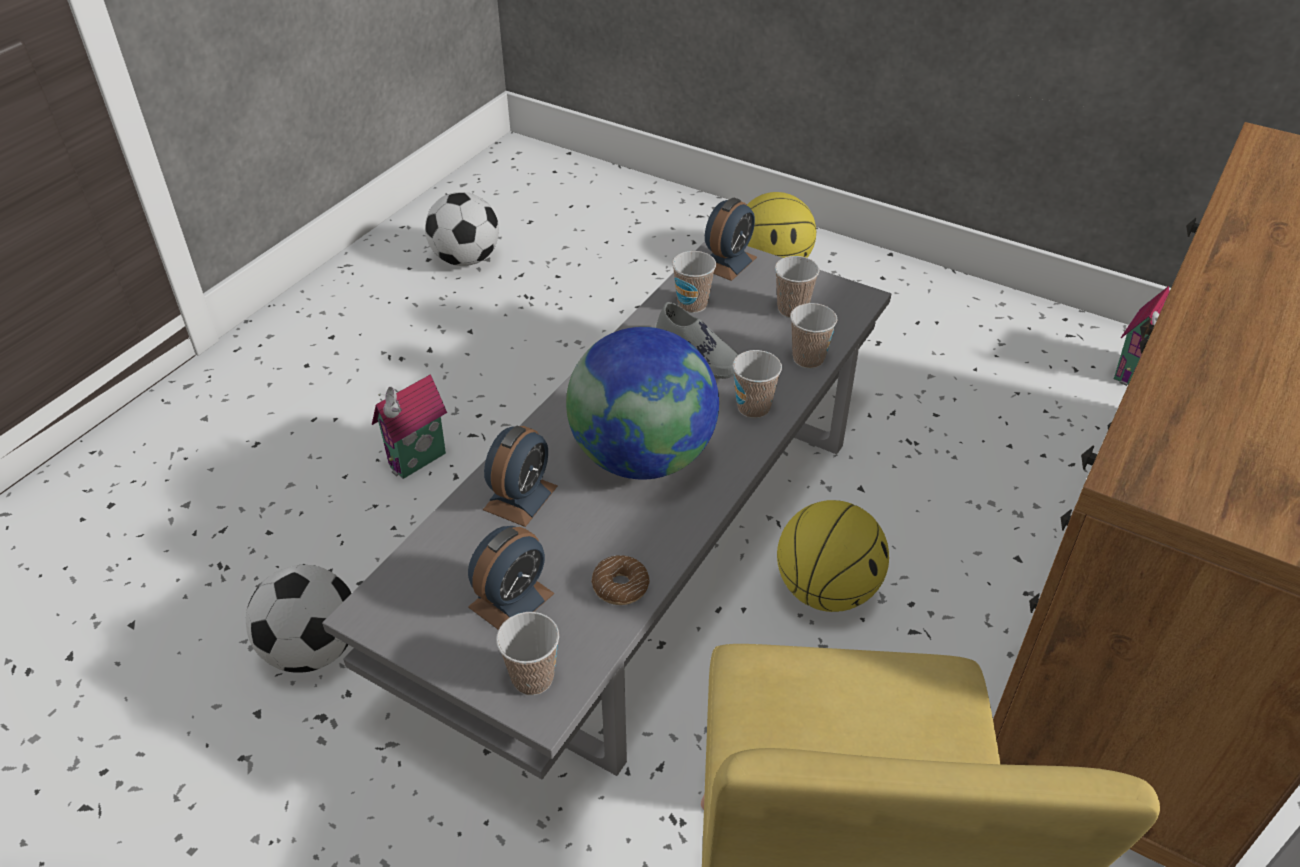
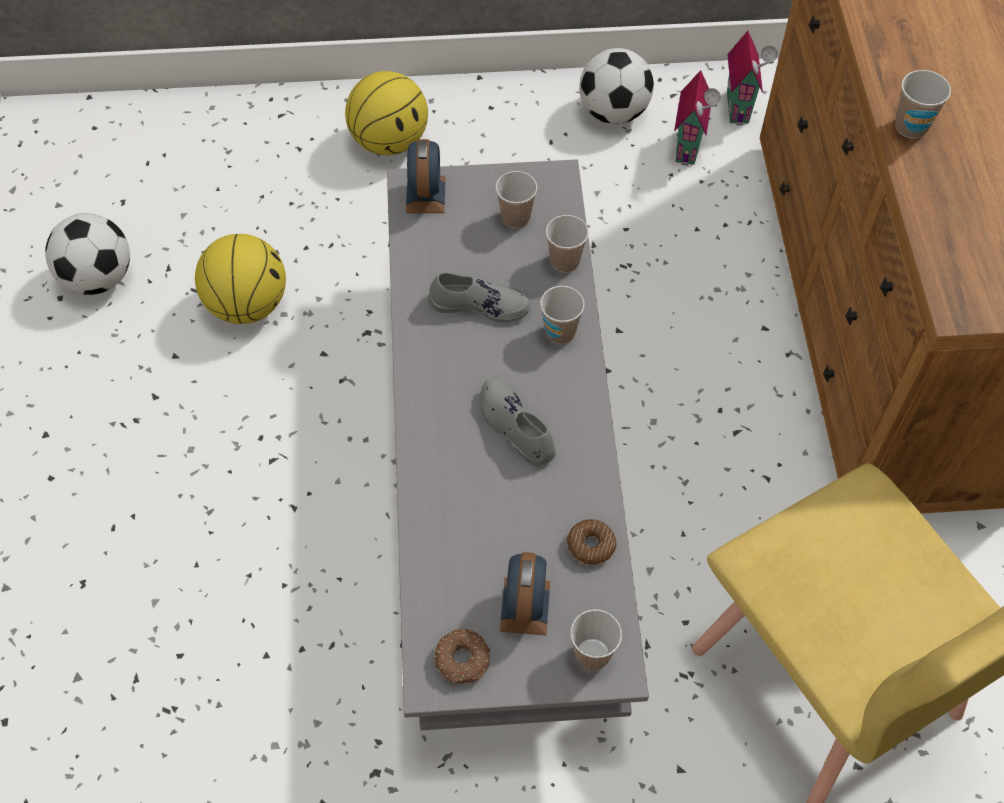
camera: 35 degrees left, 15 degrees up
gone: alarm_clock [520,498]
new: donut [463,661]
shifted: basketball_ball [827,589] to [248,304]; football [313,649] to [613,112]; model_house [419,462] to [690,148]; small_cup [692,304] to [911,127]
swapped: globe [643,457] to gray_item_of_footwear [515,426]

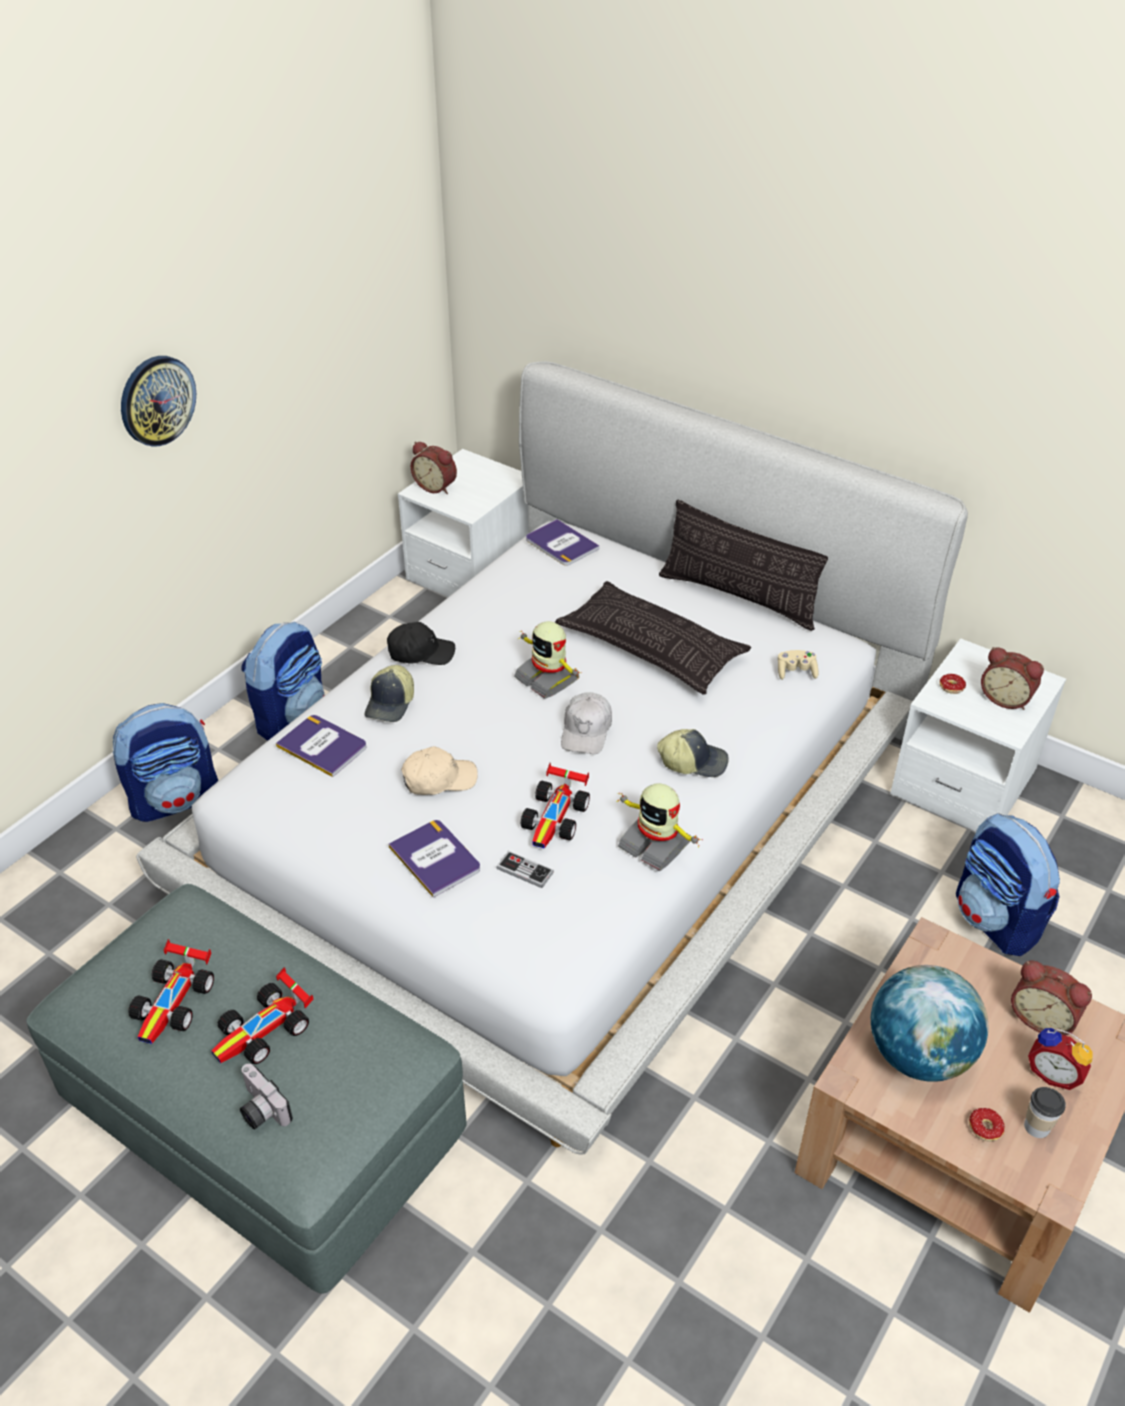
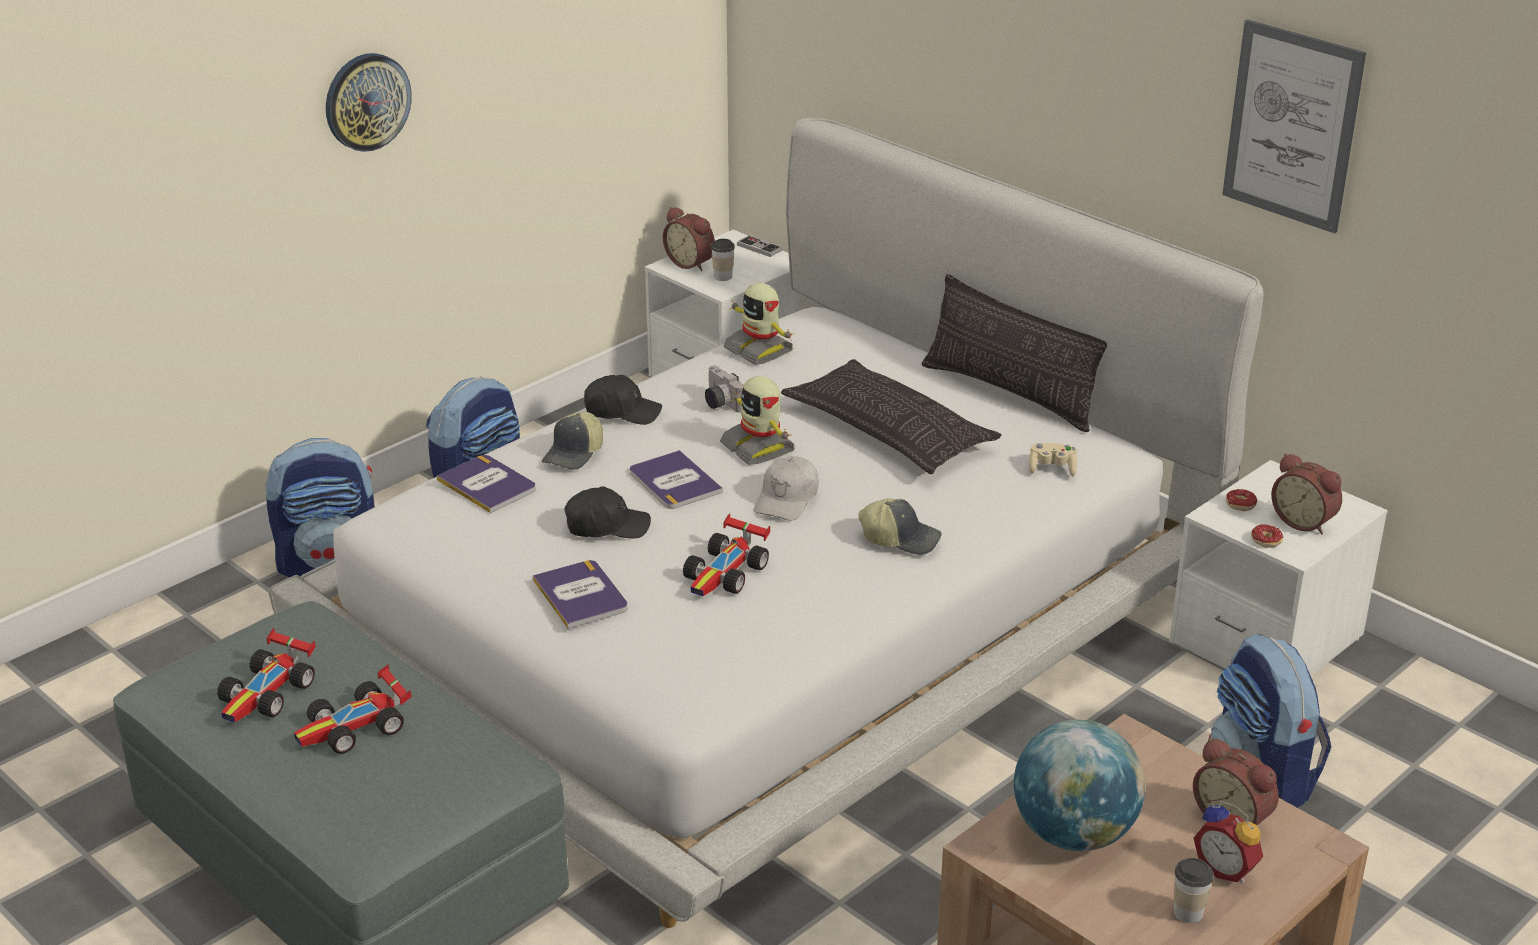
camera: 10 degrees right, 10 degrees down
new: small_cup [723,277]; picture [1292,126]
shifted: bound_book [561,544] to [674,482]; photo_camera [260,1110] to [719,403]; robot_figure [655,844] to [759,350]; joypad [525,871] to [759,248]; donut [980,1130] to [1261,542]
repainted: beige-coloured_cap [439,779] to blackish_cap [606,526]

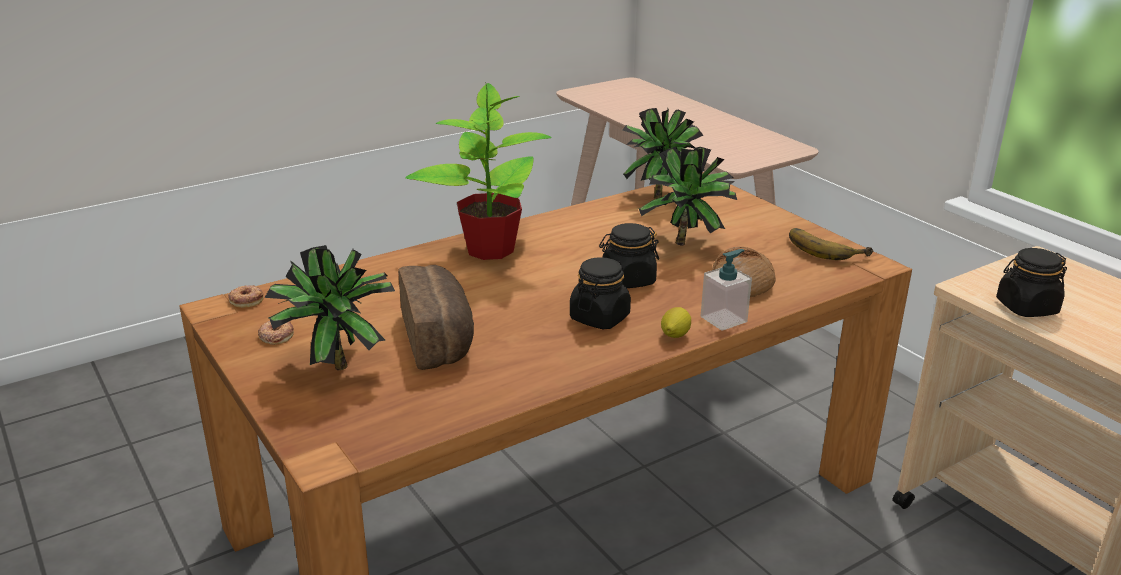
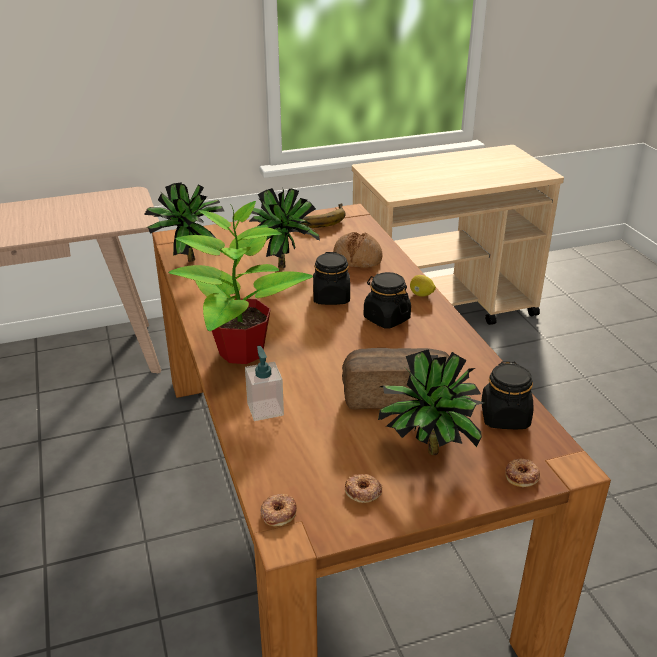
camera: 75 degrees left, 5 degrees up
new: donut [522,476]
shifted: soap_bottle [724,319] to [265,409]; blackish_preserve_jar [1026,307] to [505,417]

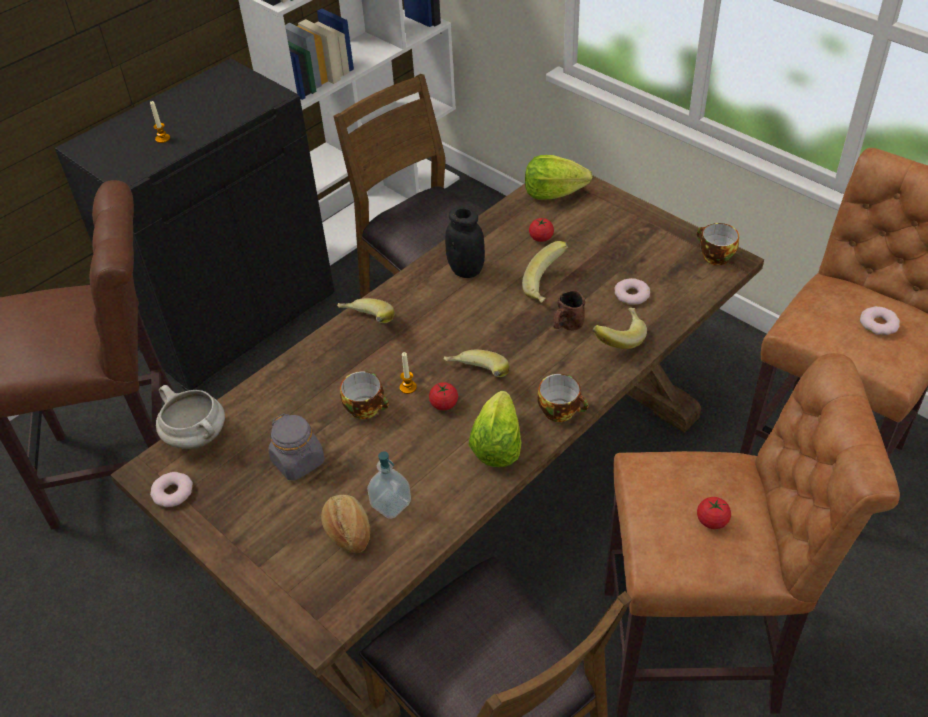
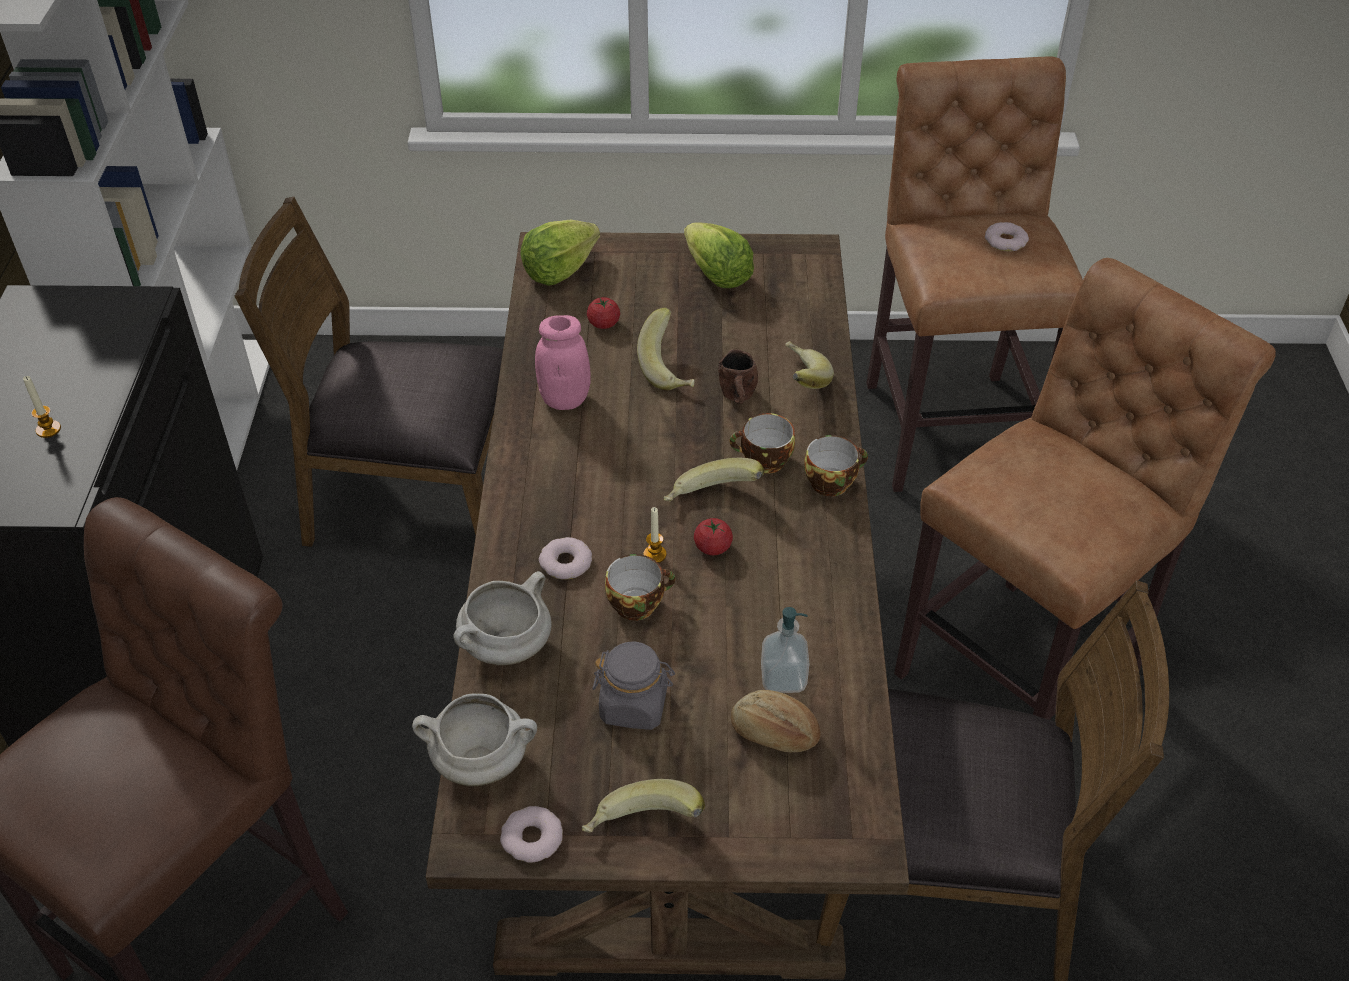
camera: 45 degrees left, 0 degrees up
gone: fresh_tomato [712,521]
new: white_saucepot [506,647]
shifted: donut [631,295] to [565,563]; banana_fruit [366,324] to [642,830]; lettuce_head [497,445] to [716,275]; small_cup [714,256] to [763,461]
repainted: blackish_preserve_jar [466,270] to pinkish_preserve_jar [565,399]

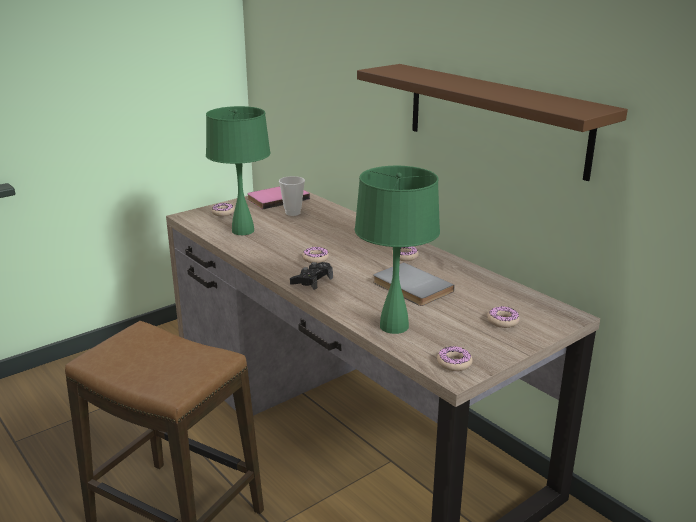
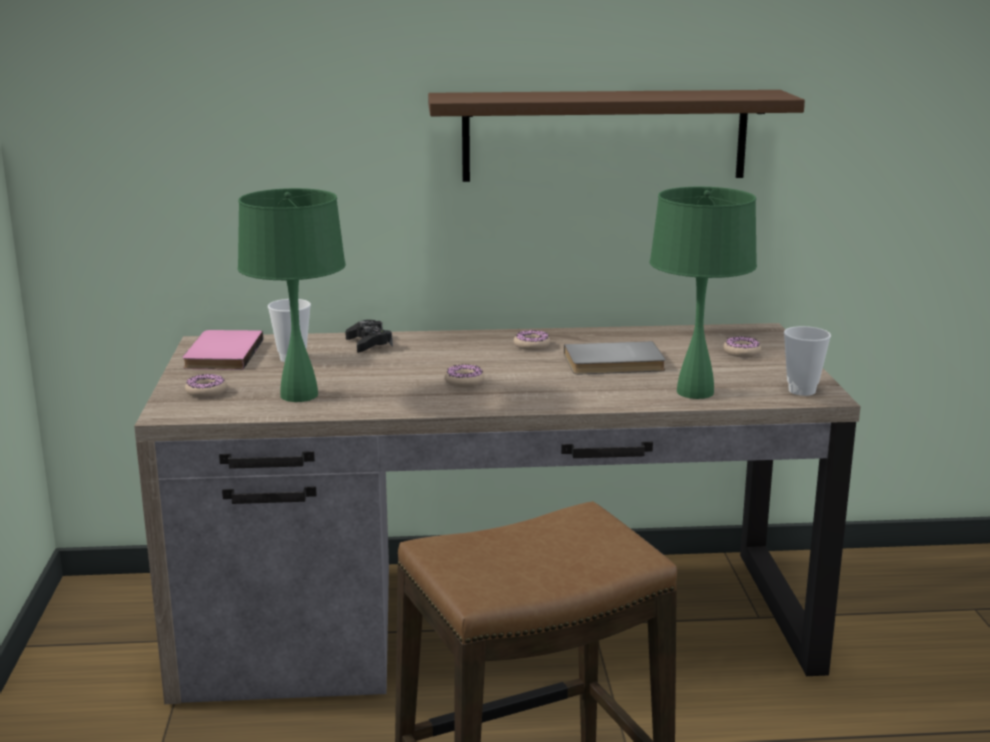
camera: 55 degrees left, 5 degrees down
shifted: blackish_joypad [312,281] to [369,343]
swapped: donut [454,363] to small_cup [802,391]

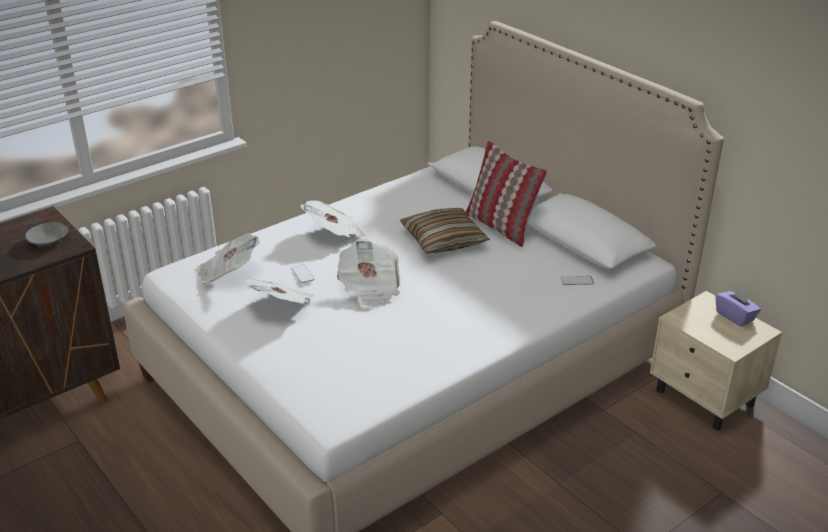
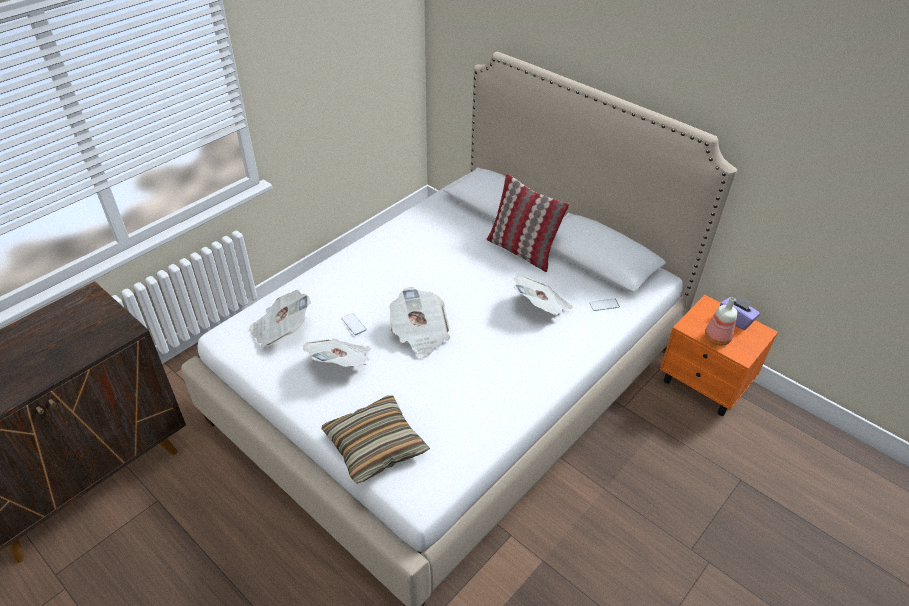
camera: 10 degrees left, 10 degrees up
gone: gray_bowl [49,241]
new: beverage_bottle [716,338]
shifted: cushion [443,240] to [375,446]; printed_paper [334,234] to [541,307]
repainted: beige-coloured_night_table [705,398] to orange_night_table [705,384]

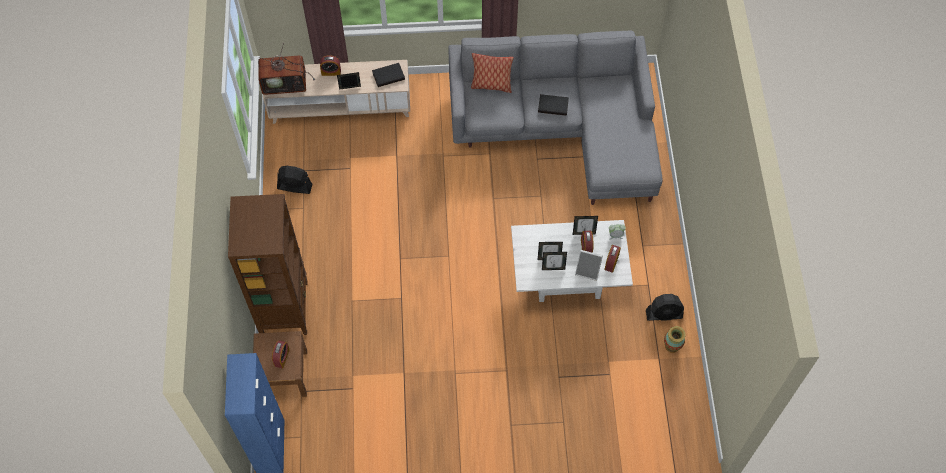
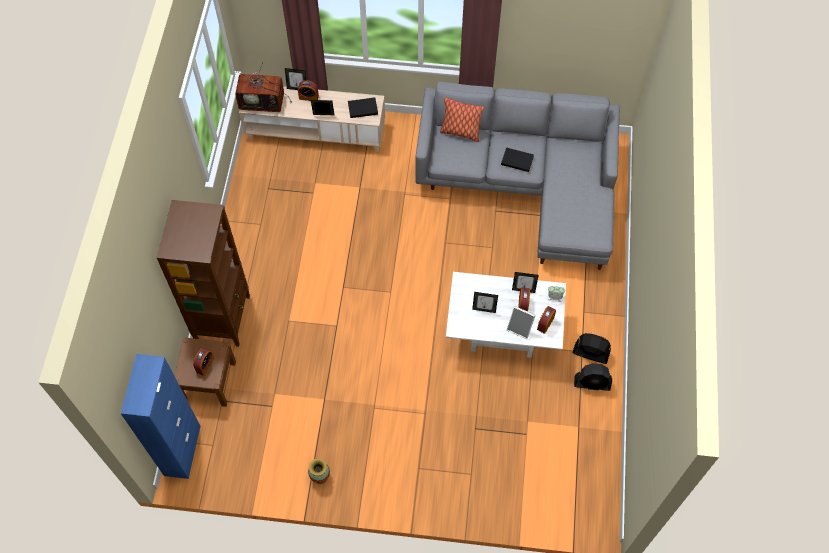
camera: 10 degrees right, 0 degrees up
shifted: standing_frame [553,268] to [297,88]; flower_vase [672,346] to [320,476]; blackish_fan [294,186] to [590,353]

